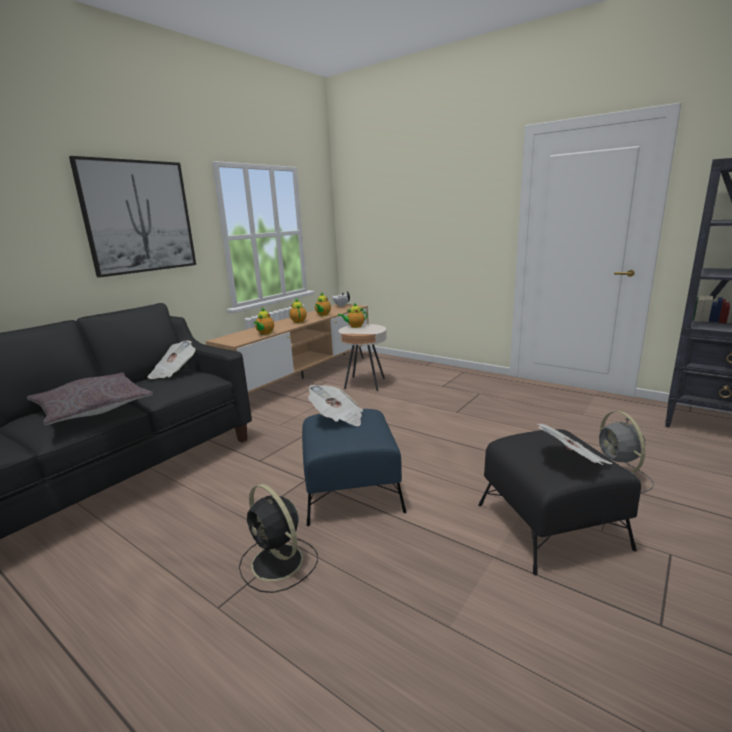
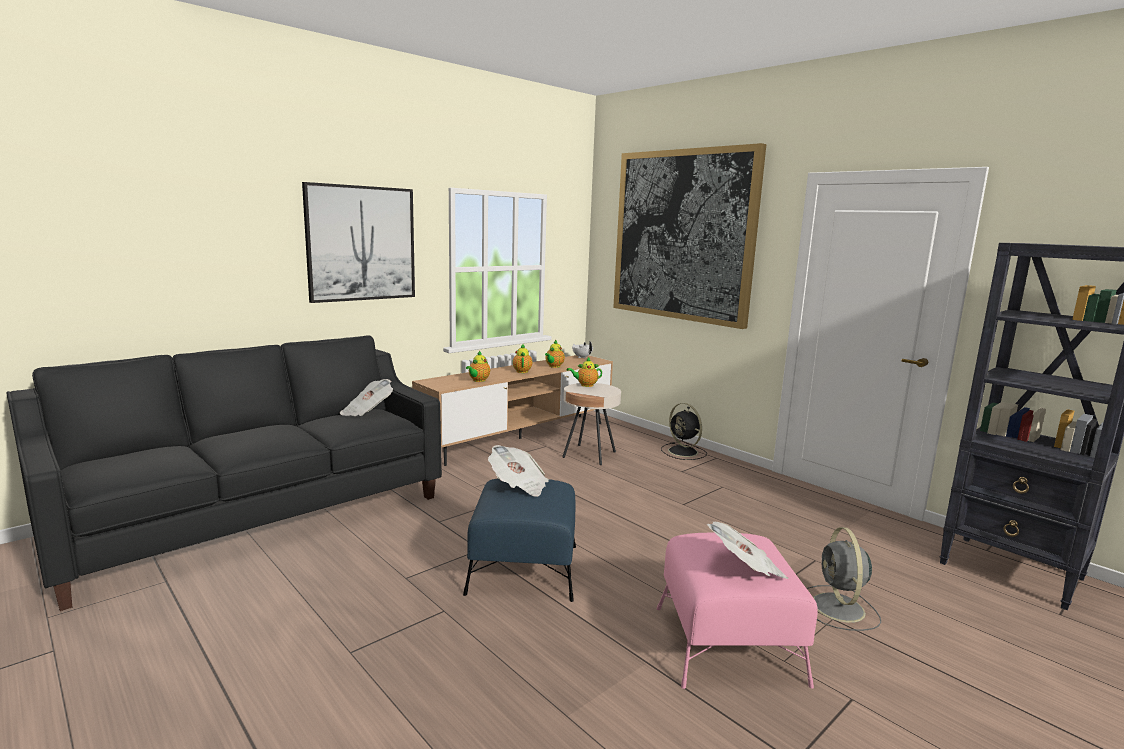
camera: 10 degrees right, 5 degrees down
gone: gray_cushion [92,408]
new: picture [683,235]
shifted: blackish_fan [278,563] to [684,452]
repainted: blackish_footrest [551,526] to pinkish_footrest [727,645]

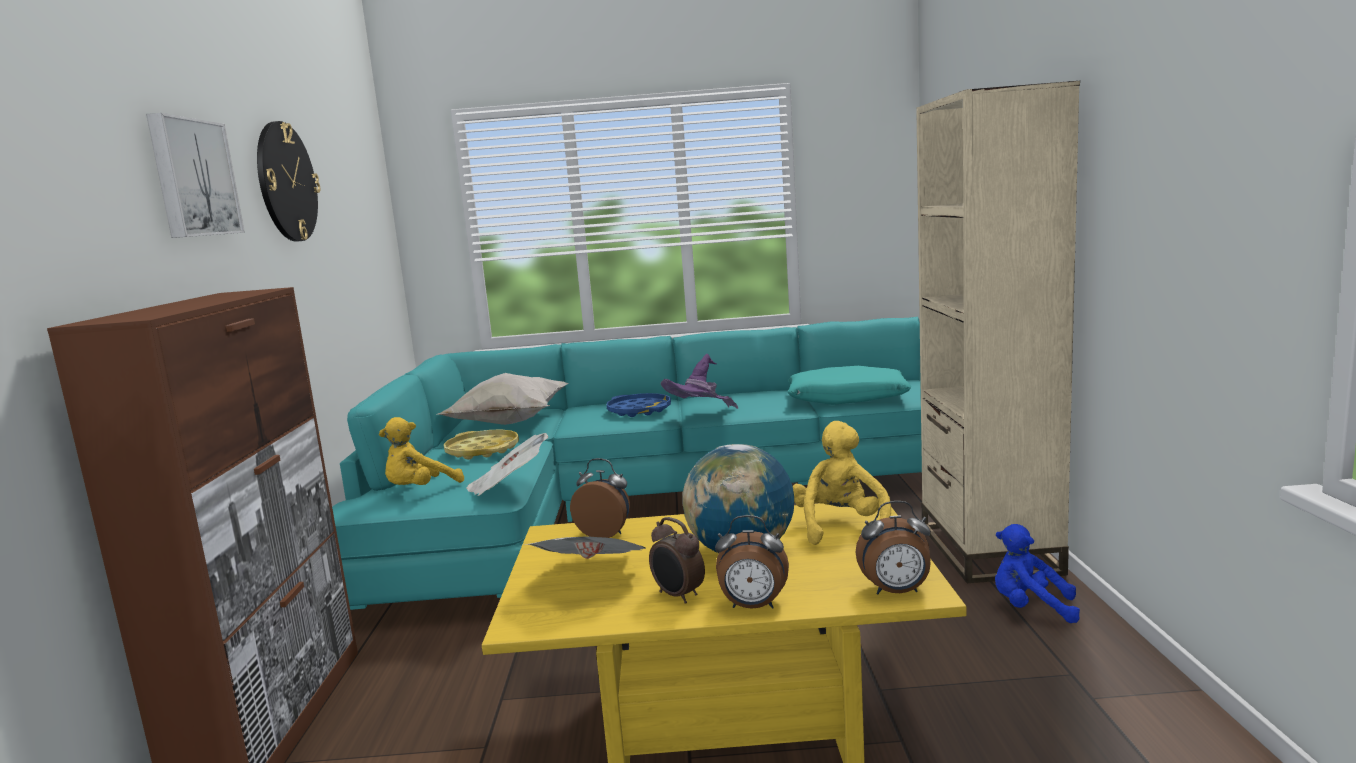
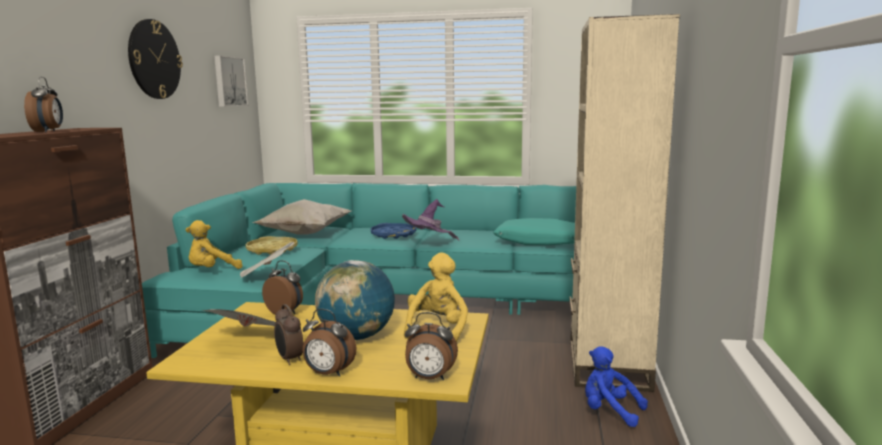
camera: 10 degrees right, 0 degrees up
new: alarm_clock [48,131]
shifted: picture [192,178] to [229,81]

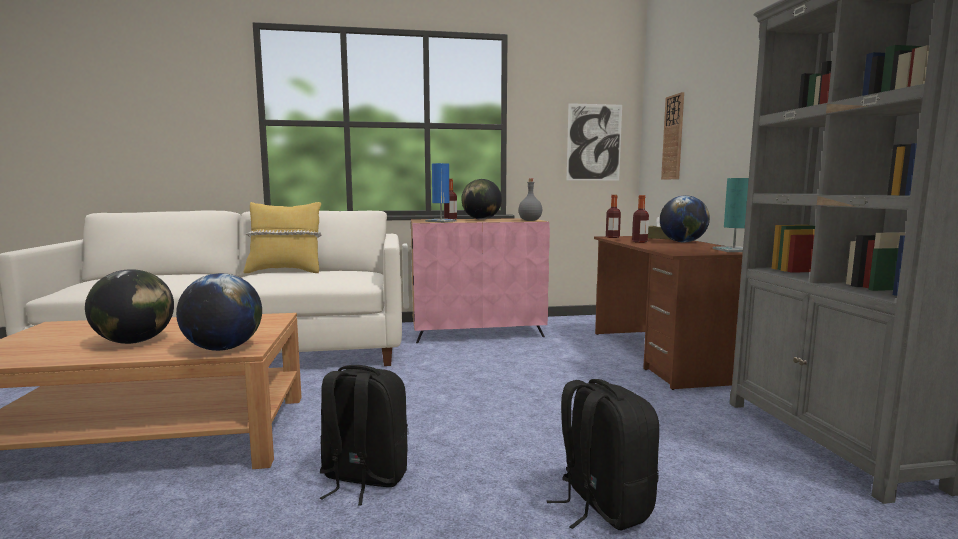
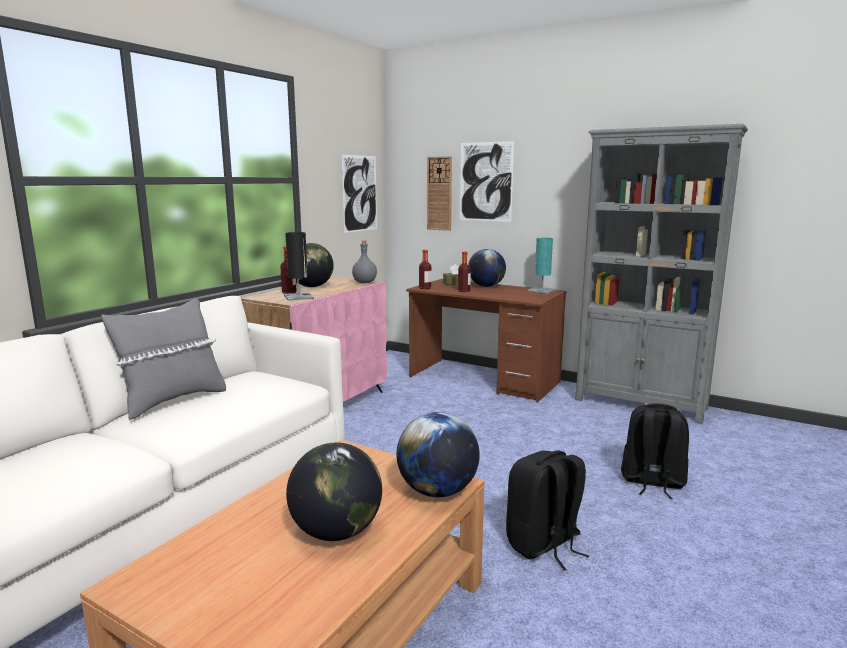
camera: 50 degrees left, 5 degrees up
new: picture [486,182]
repainted: yellow-coloured_cushion [285,271] to gray_cushion [172,401]; bluish_tabletop_lamp [441,221] to blackish_tabletop_lamp [298,297]

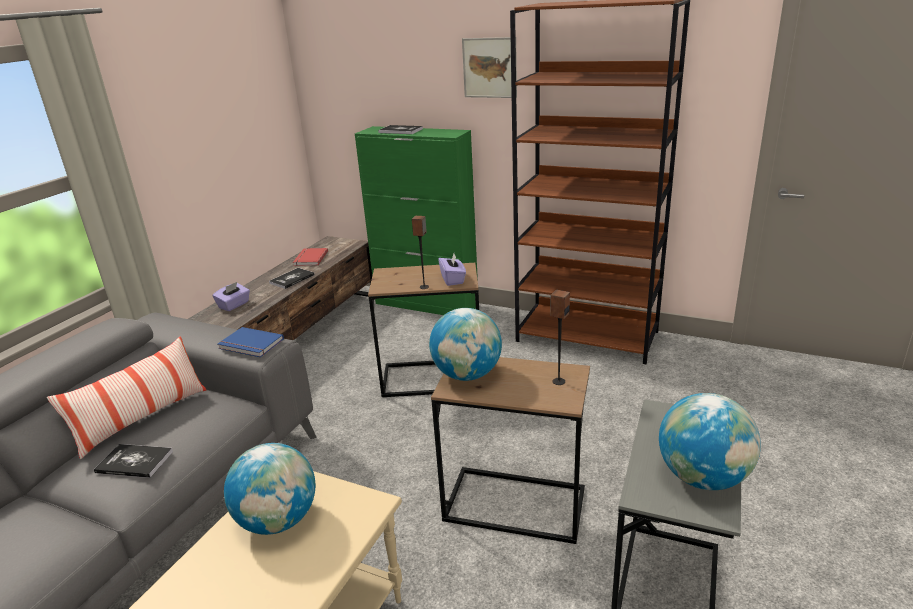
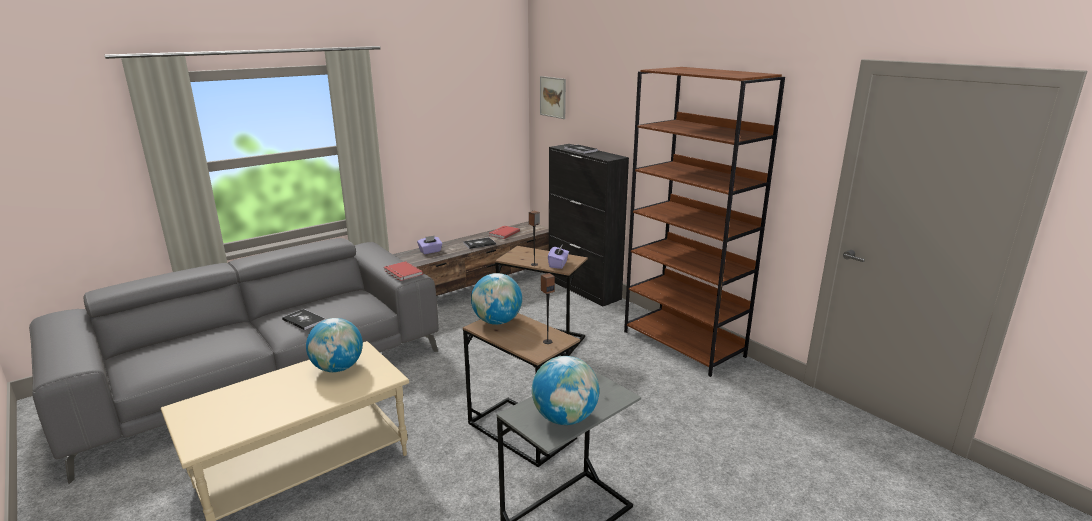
camera: 25 degrees right, 5 degrees down
gone: cushion [142,419]
shifted: picture [490,68] to [553,97]
repainted: bluish_bound_book [250,345] to red-coloured_bound_book [402,273]; greenish_cupboard [427,304] to blackish_cupboard [584,289]

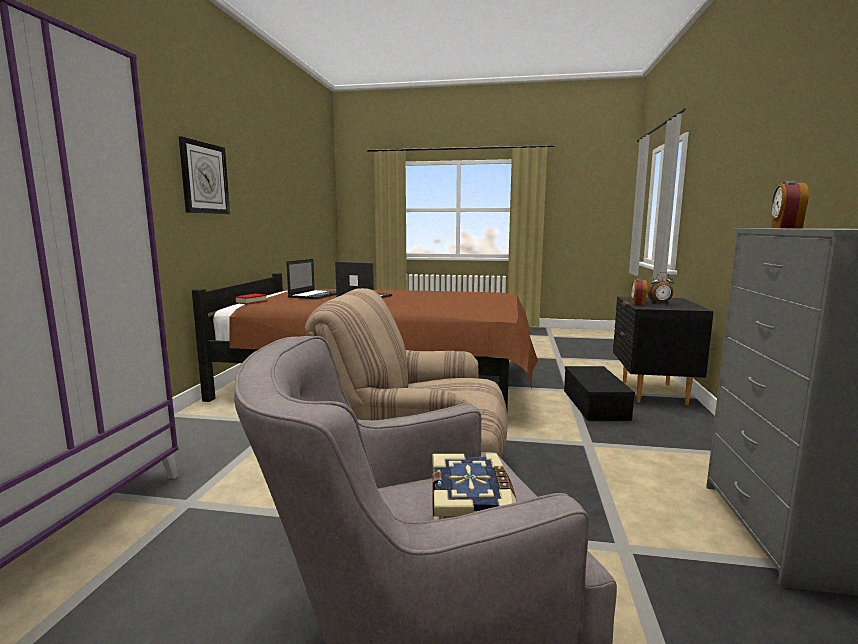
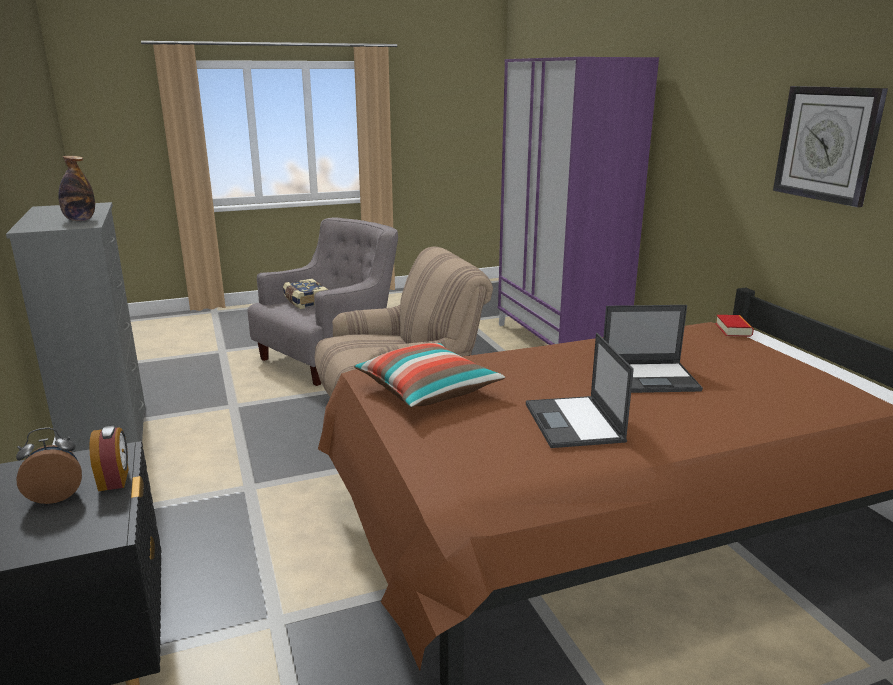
camera: 150 degrees right, 10 degrees up
gone: blackish_storage_container [596,405]
new: cushion [427,391]
shifted: portable_computer [315,295] to [574,423]
swapped: alarm_clock [785,228] to beverage_bottle [80,220]

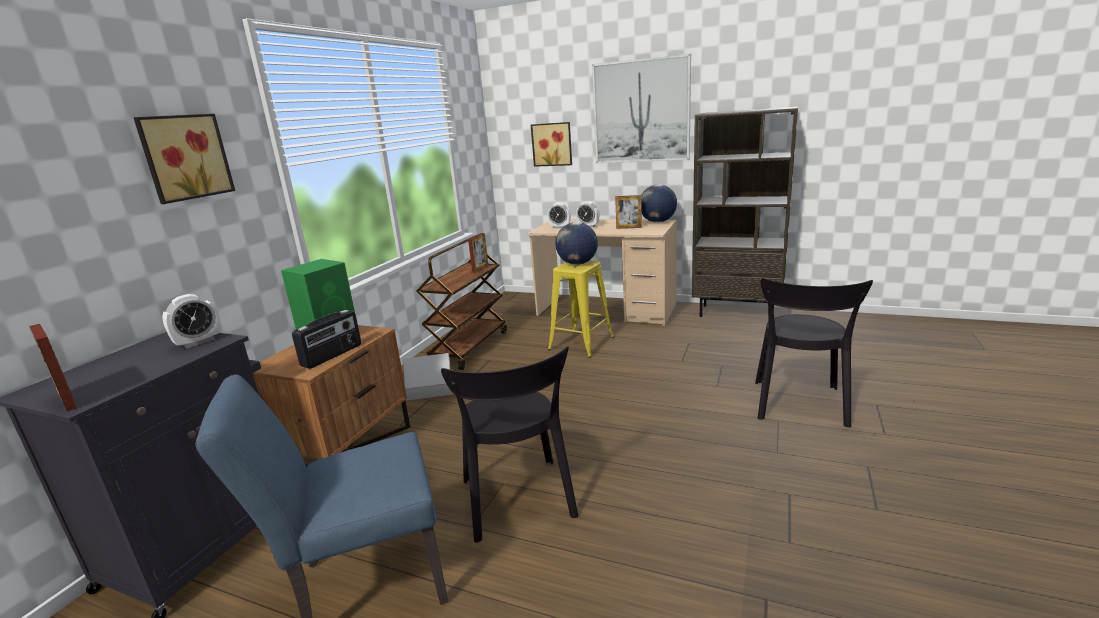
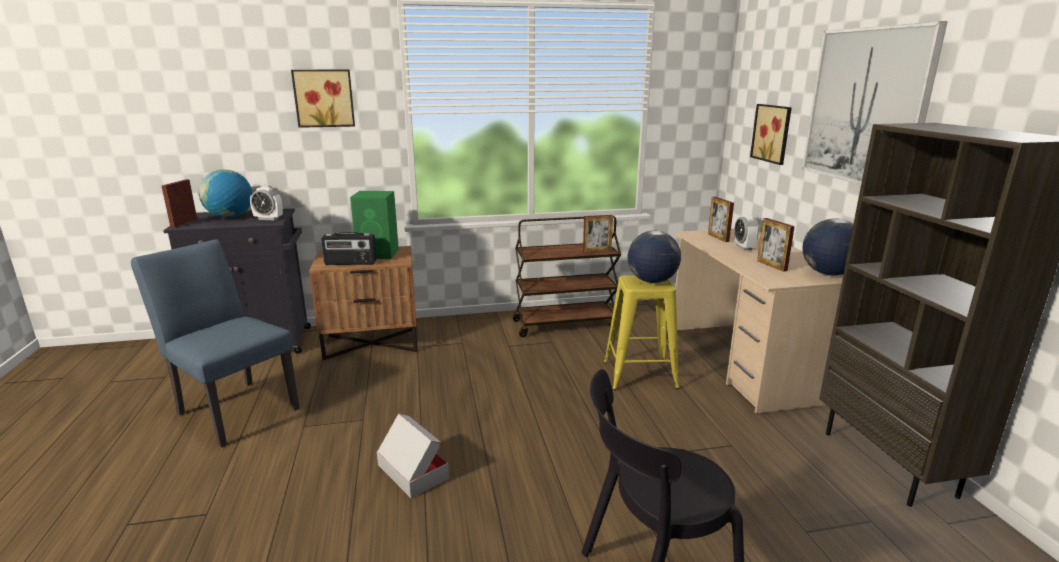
camera: 55 degrees right, 0 degrees up
gone: blackish_chair [518,502]
new: globe [230,217]
shifted: packing_box [430,390] to [412,472]
swapped: alarm_clock [559,227] to standing_frame [718,237]

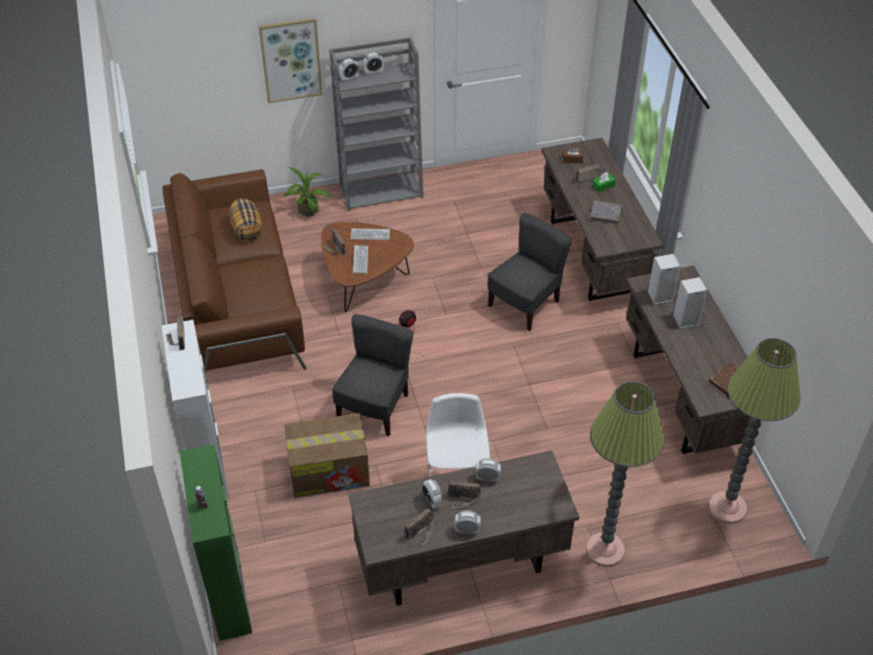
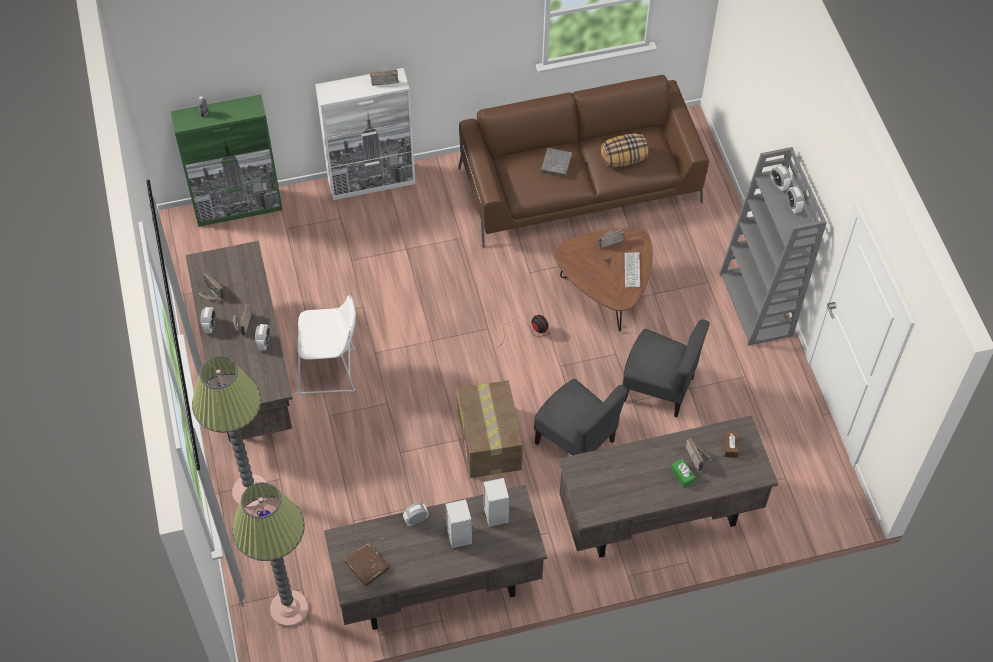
camera: 90 degrees right, 10 degrees up
gone: picture [291,60]; houseplant [310,212]; computer_keyboard [360,260]
shifted: alarm_clock [432,501] to [416,520]; packing_box [330,470] to [489,442]; gray_bound_book [605,214] to [556,164]; gray_chair [374,407] to [659,388]

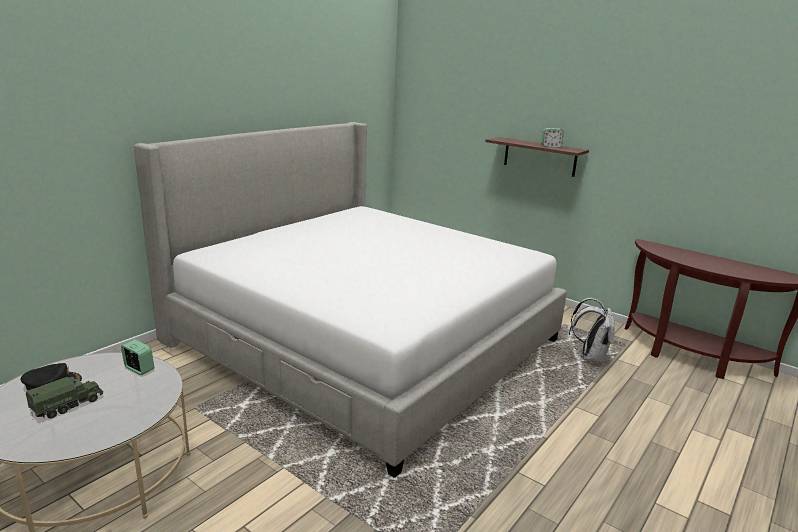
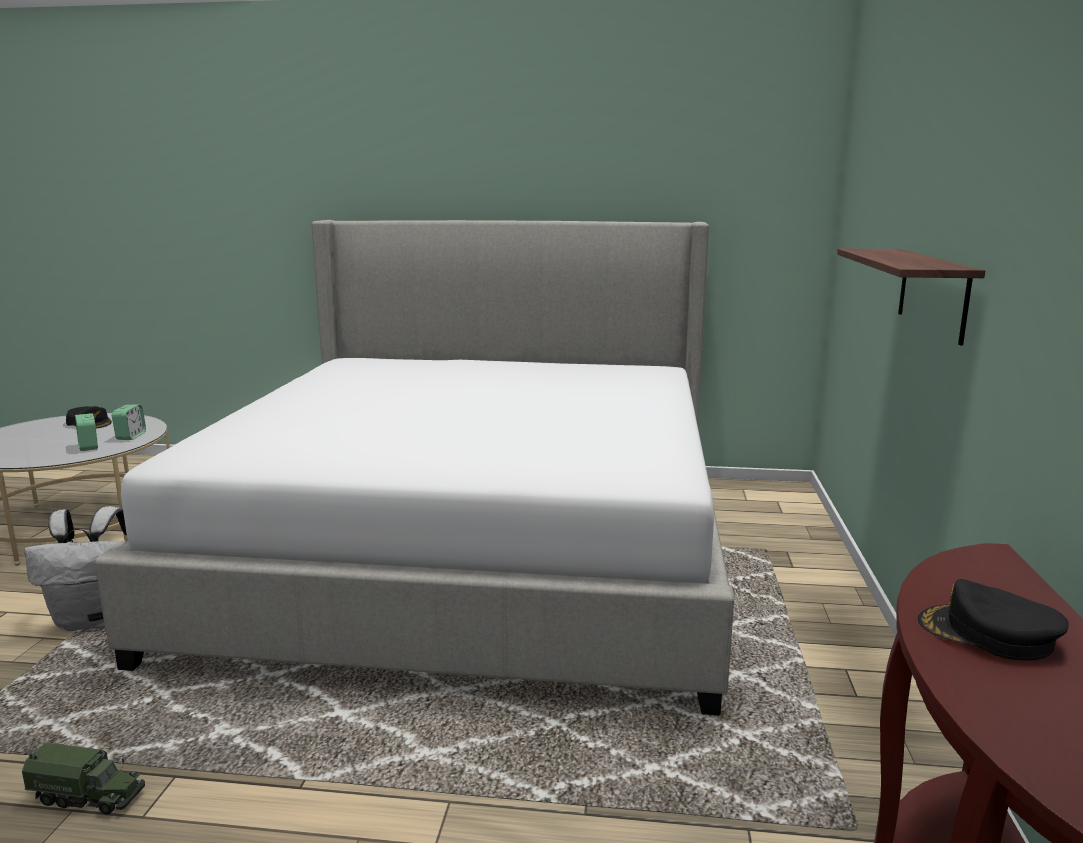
camera: 60 degrees right, 5 degrees down
new: blackish_cap [988,634]
shifted: toy_lorry [67,405] to [88,796]; white_rucksack [590,357] to [96,619]; alarm_clock [551,146] to [88,447]

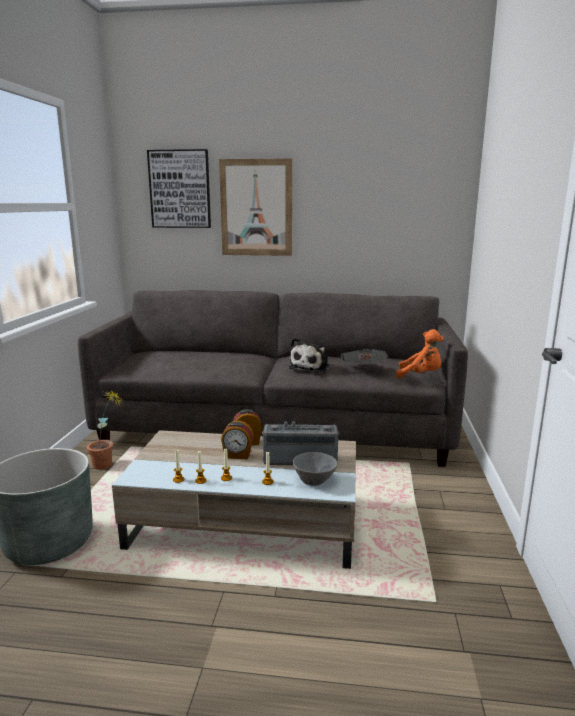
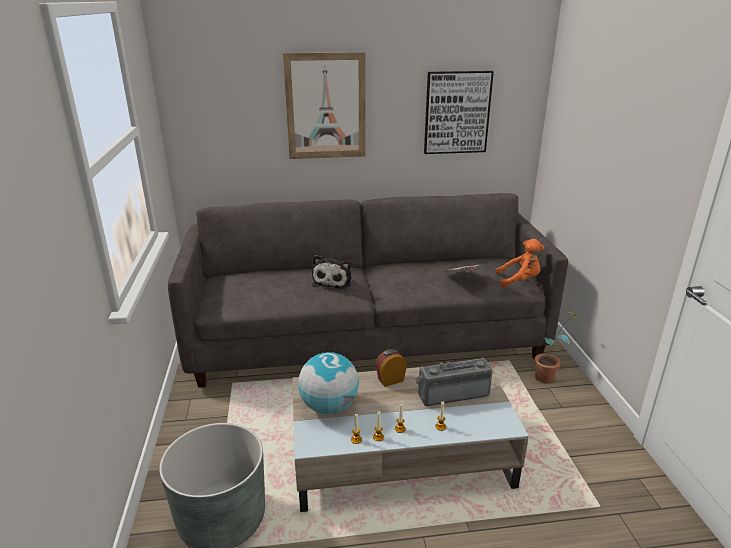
camera: 15 degrees left, 10 degrees up
gone: alarm_clock [237,455]; gray_bowl [315,481]
new: globe [329,406]
shifted: soft_toy [311,367] to [333,281]; picture [180,189] to [457,112]; houseplant [108,465] to [550,377]

